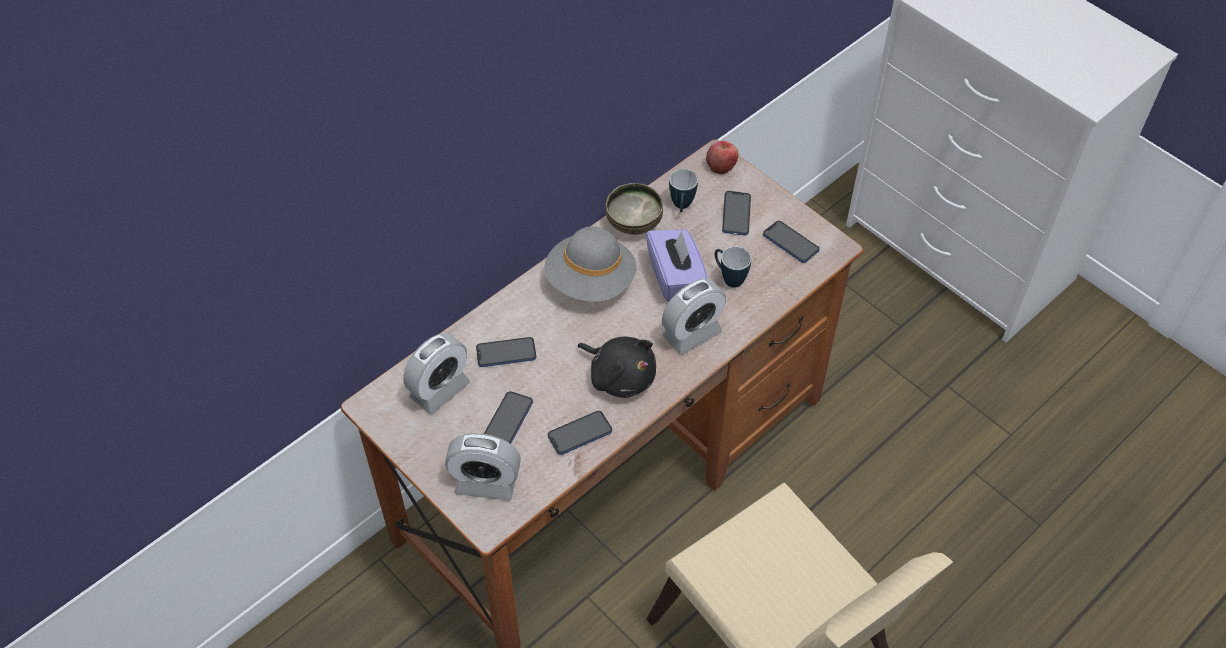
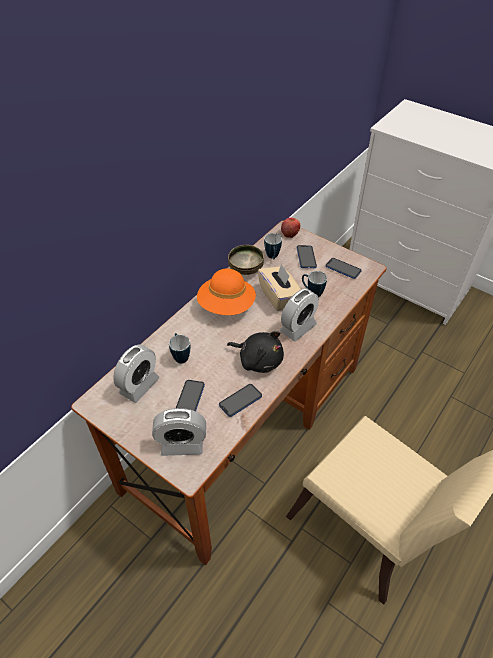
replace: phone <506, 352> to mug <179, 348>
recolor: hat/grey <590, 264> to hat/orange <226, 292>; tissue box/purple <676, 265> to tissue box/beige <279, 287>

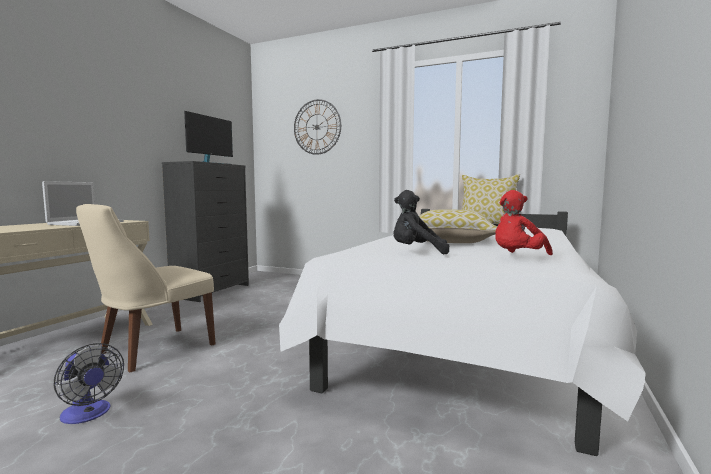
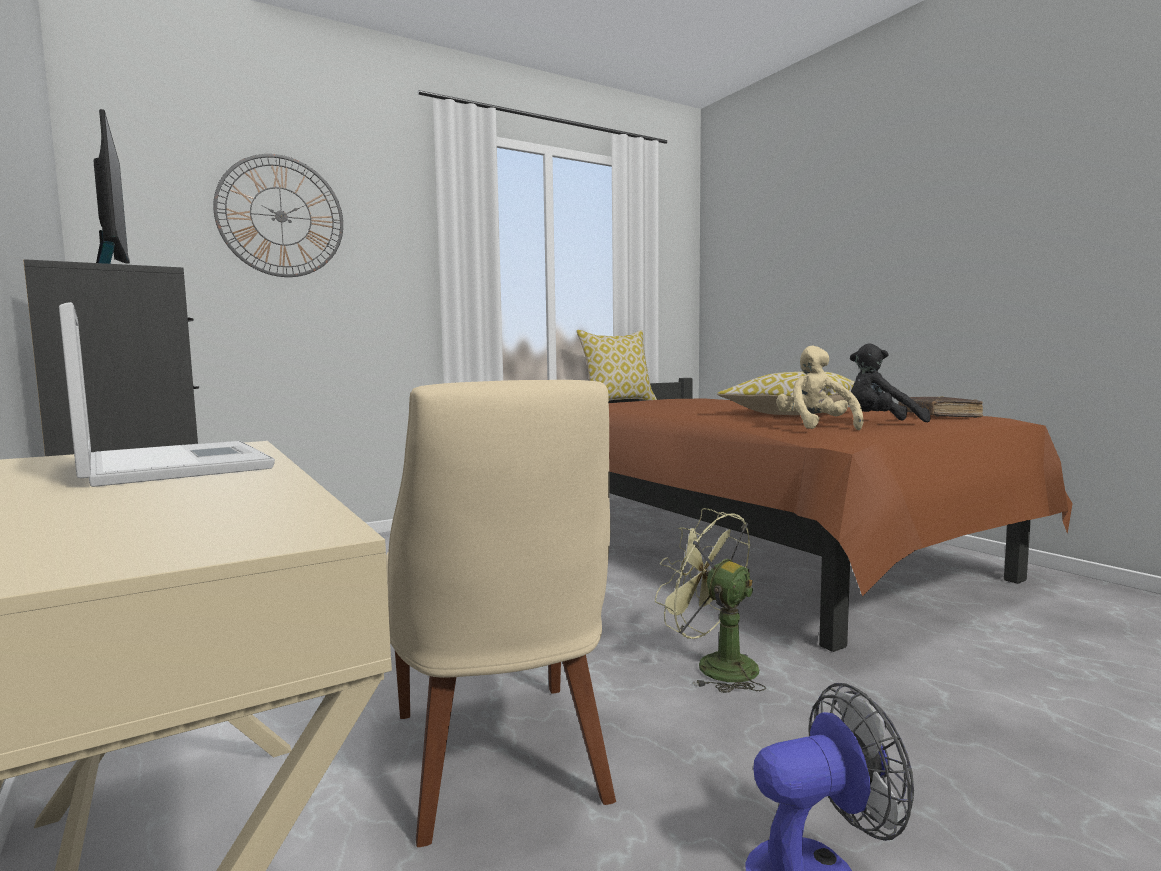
insert: fan/green <710, 600>; plush toy/beige <820, 388>
replace: plush toy/red <524, 222> to book/brown <940, 407>
recolor: bed/white <462, 332> to bed/brown <841, 515>
rotate: plush toy/black <421, 222> = <890, 382> 45 degrees clockwise

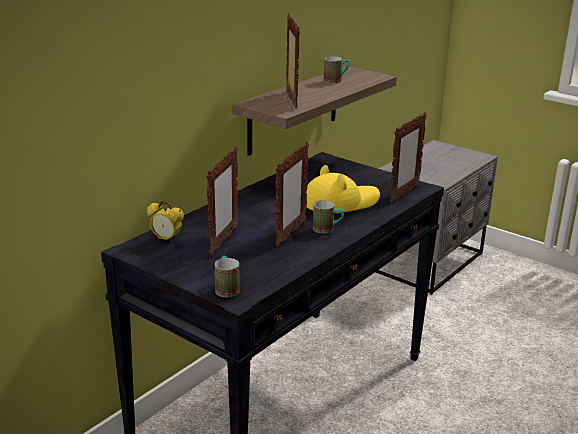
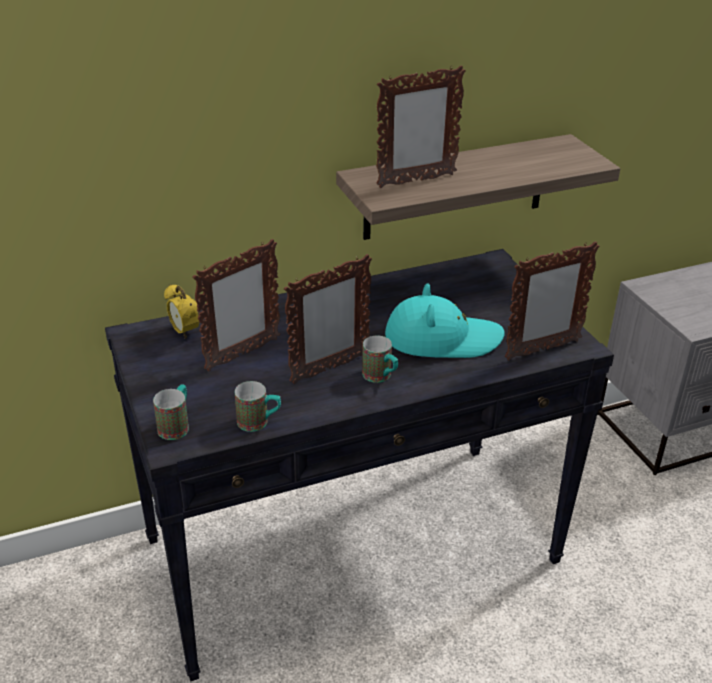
move: mug <336, 70> to <258, 406>
recolor: hat/yellow <343, 189> to hat/turquoise <445, 321>
rotate: picture frame <293, 61> = <421, 127> 45 degrees clockwise

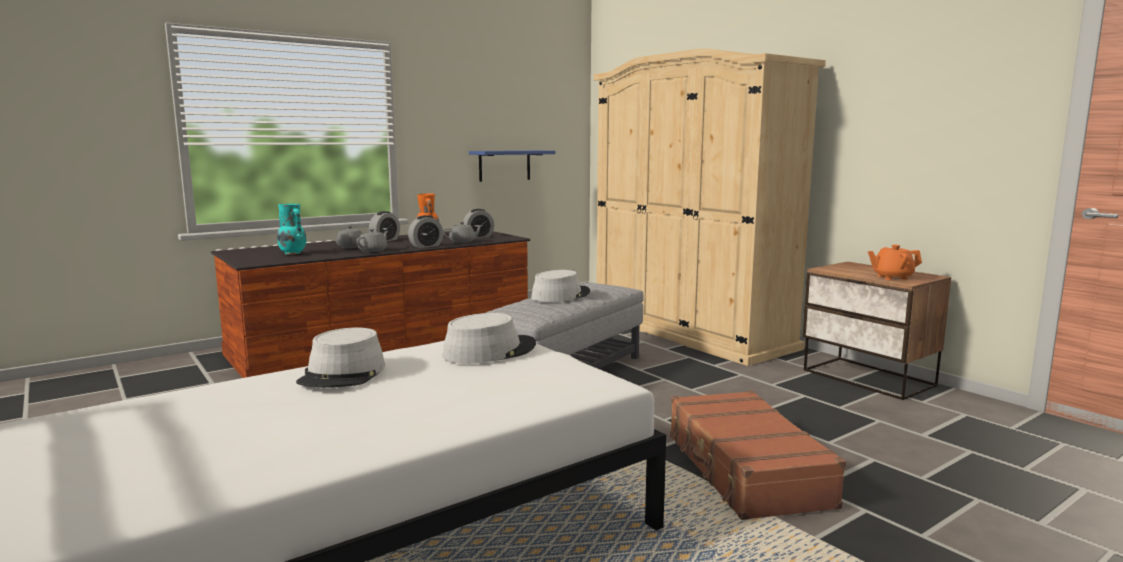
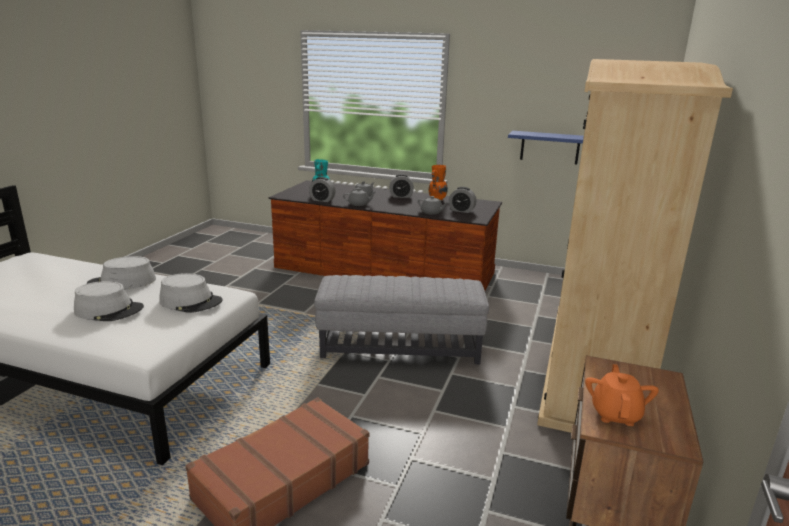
move: alarm clock <425, 231> to <322, 189>; hat/grey <560, 286> to <109, 301>
rotate: teapot/orange <895, 262> = <622, 395> 45 degrees clockwise

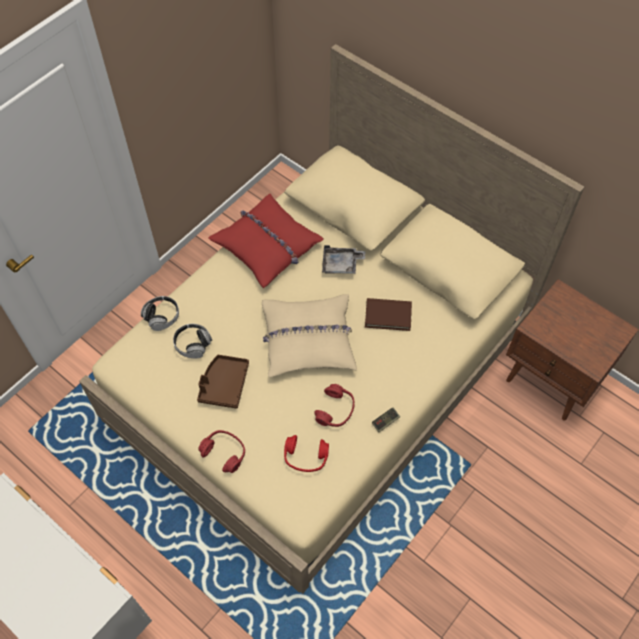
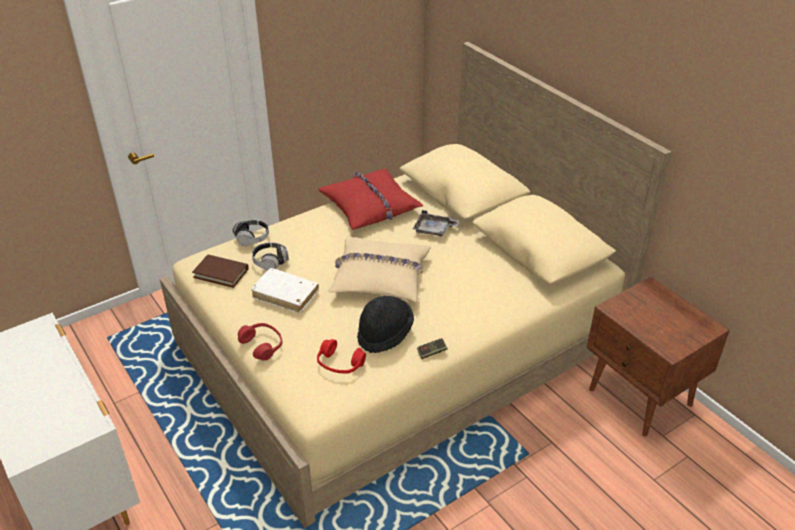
move: book/brown <388, 314> to <220, 271>
replace: tray/brown <223, 382> to book/white <285, 290>; headphones/red <334, 405> to hat/black <385, 324>

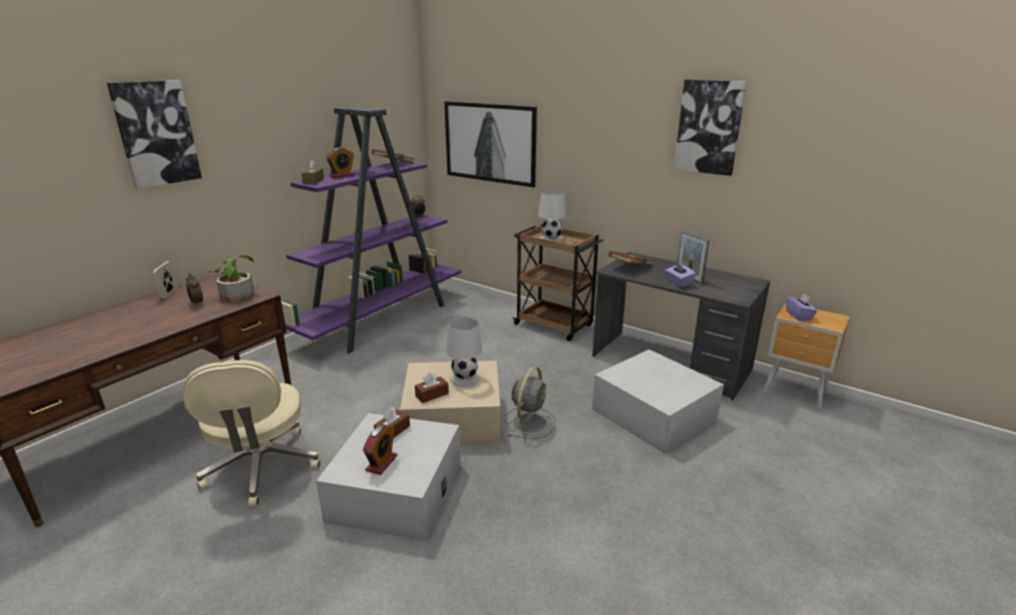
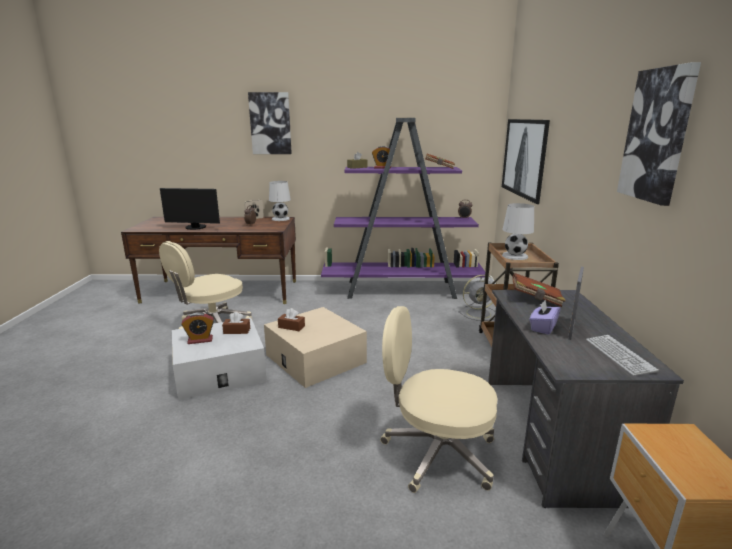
delete: potted plant <231, 279>; tissue box/purple <802, 307>
insert: monitor <190, 209>; keyboard <622, 355>
move: table lamp/white <464, 352> to <280, 201>; fan/grey <530, 403> to <477, 298>
replace: storage box/white <658, 401> to office chair/beige <438, 399>

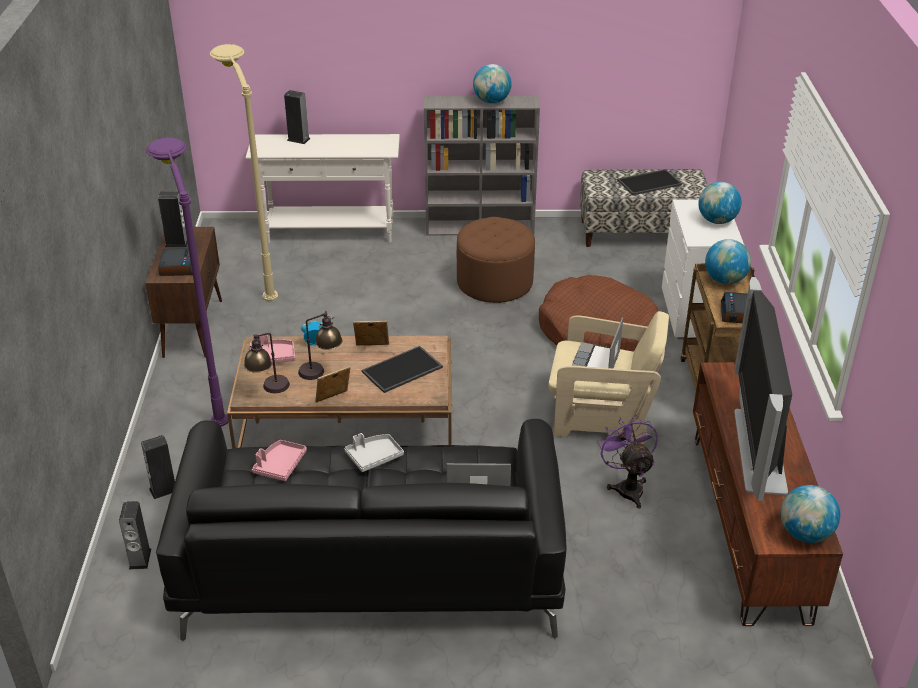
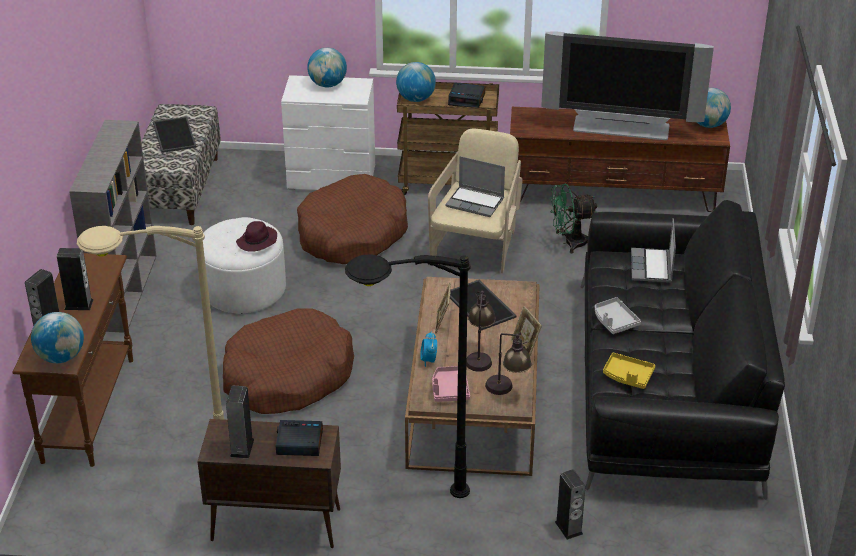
insert: dog bed/brown <288, 361>; hat/purple <256, 236>
move: speaker <135, 535> to <75, 279>; globe <492, 84> to <57, 337>
recolor: floor lamp/purple <187, 282> to floor lamp/black <408, 376>; console table/white <323, 188> to console table/brown <72, 360>; tray/pink <279, 460> to tray/yellow <629, 371>; ottoman/brown <496, 260> to ottoman/white <244, 265>; fan/purple <627, 462> to fan/green <573, 218>

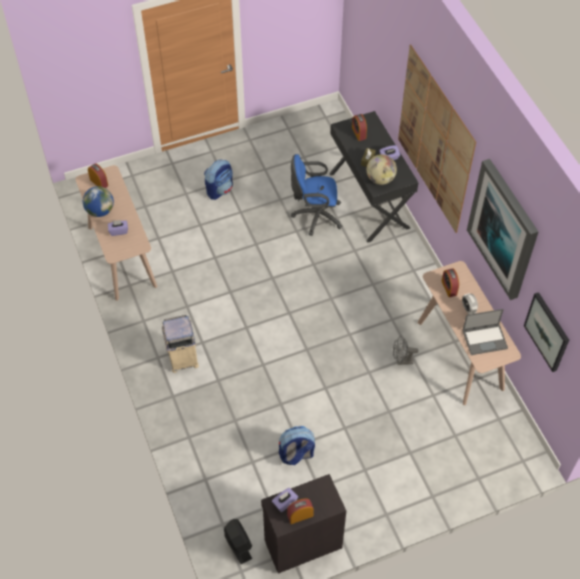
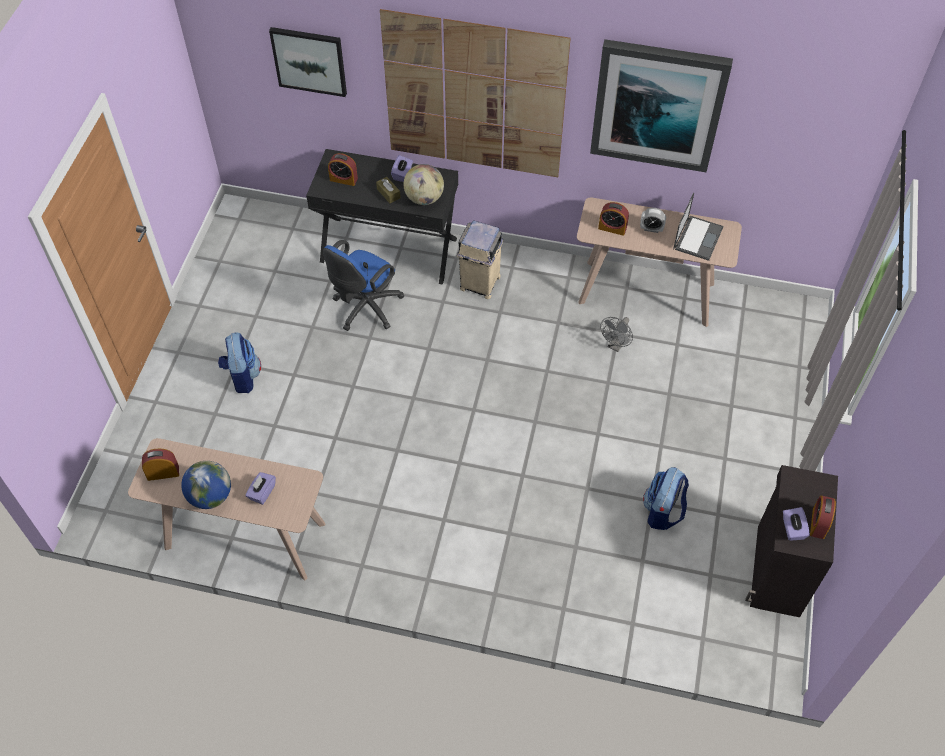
delete: fan/black <238, 541>
move: trash can/beige <180, 344> to <480, 259>; picture <546, 332> to <308, 62>

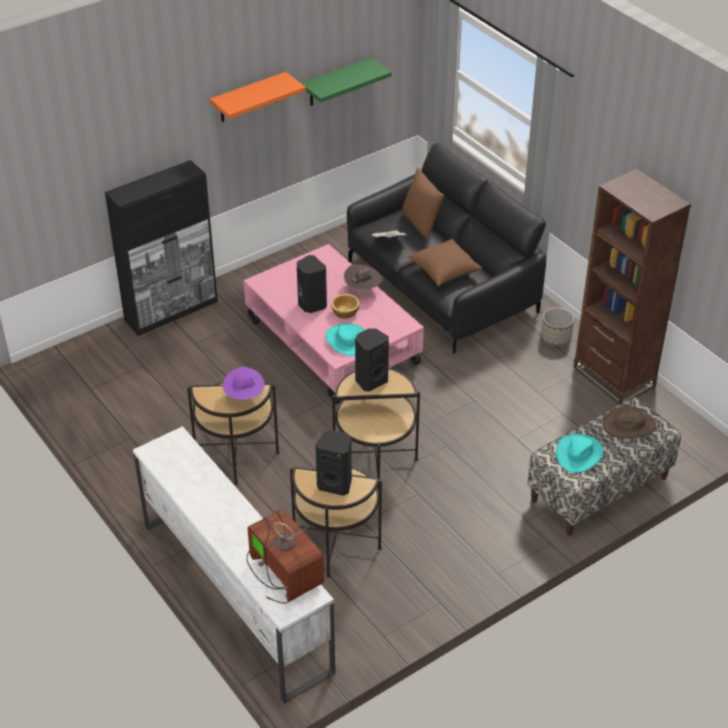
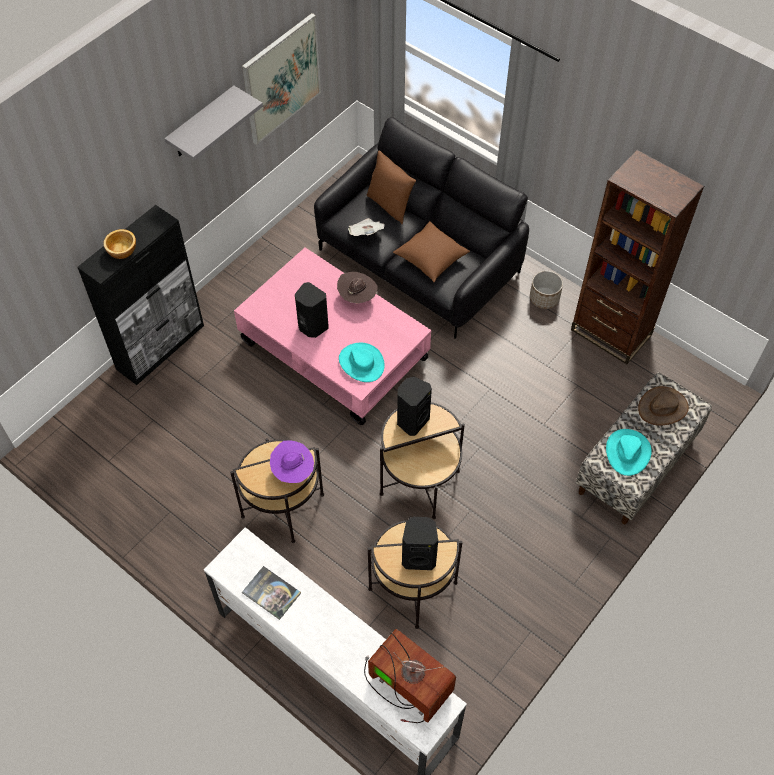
insert: book <271, 593>
move: bowl <345, 306> to <119, 244>
replace: shelf/green <346, 82> to picture <281, 79>
recolor: shelf/orange <258, 97> to shelf/grey <213, 123>

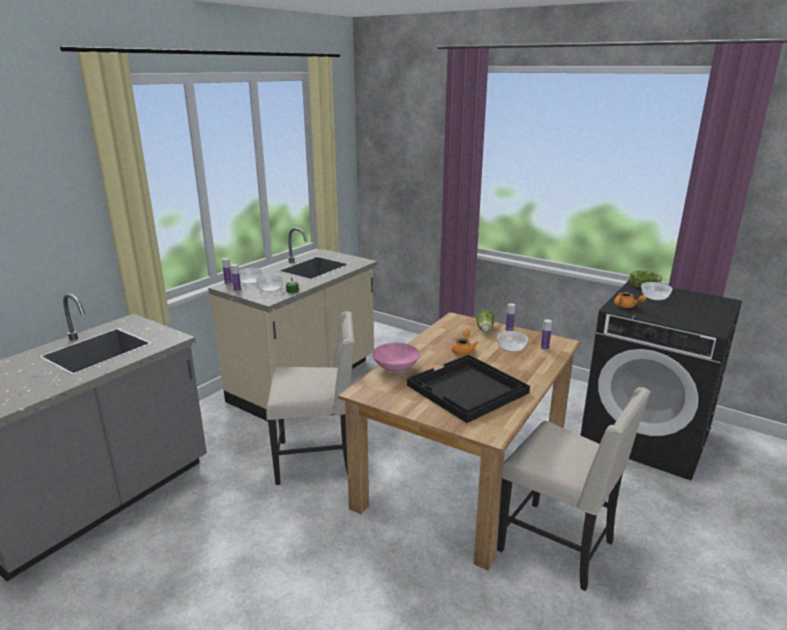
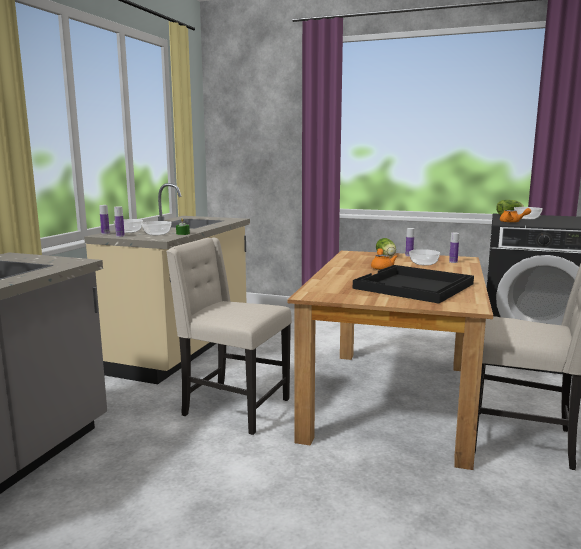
delete: bowl/pink <396, 358>
rotate: chair/beige <310, 398> = <229, 336> 135 degrees counterclockwise

